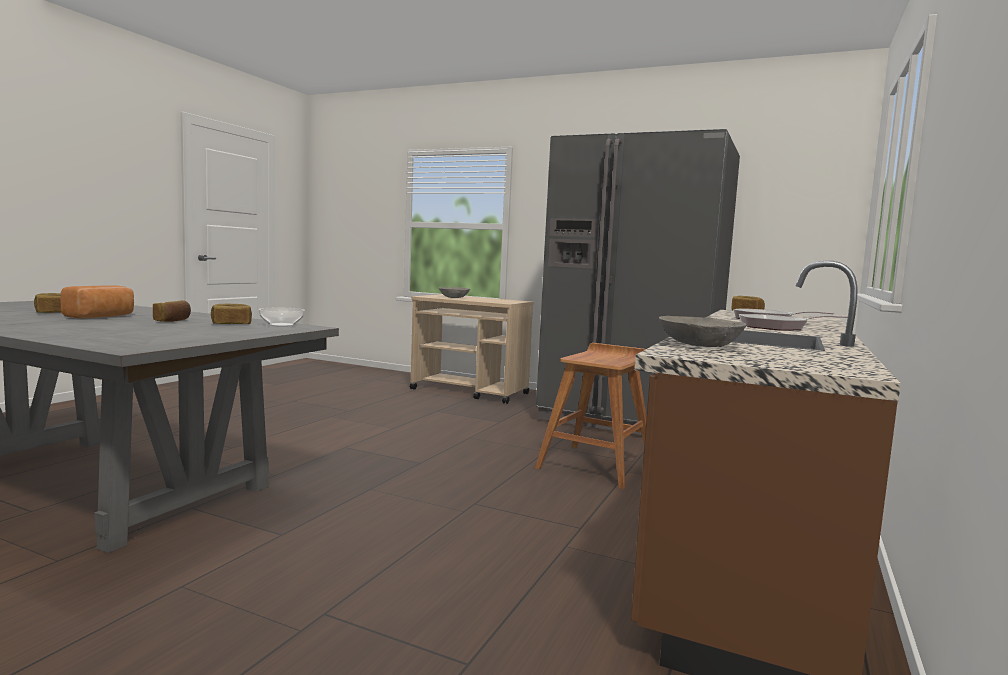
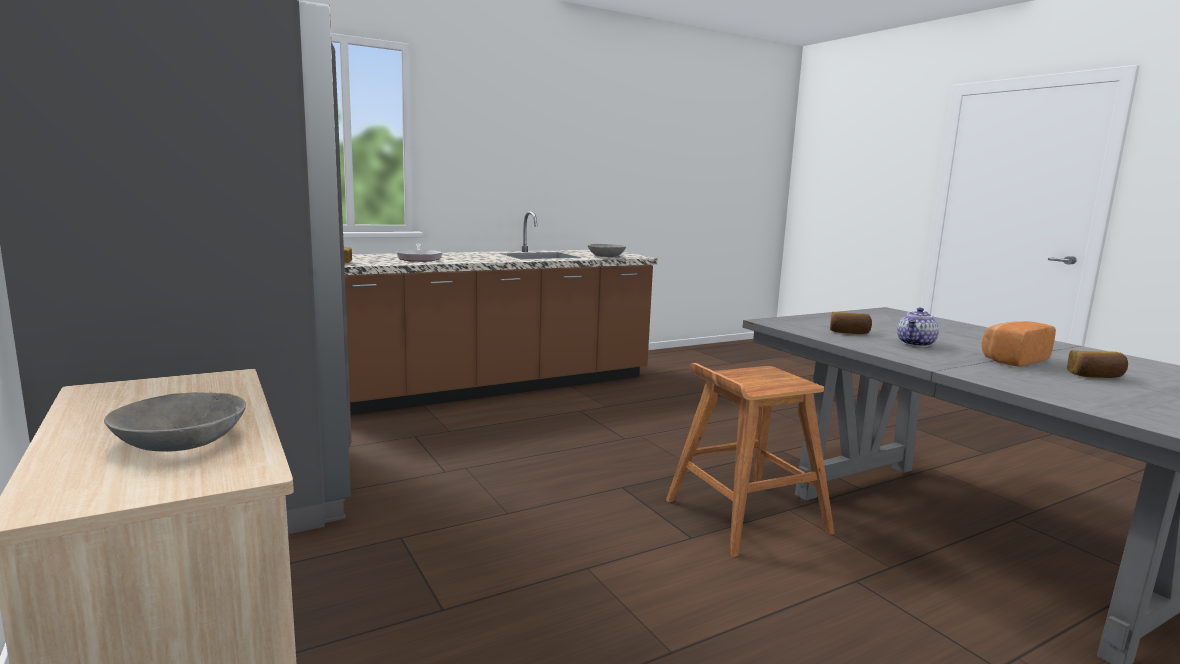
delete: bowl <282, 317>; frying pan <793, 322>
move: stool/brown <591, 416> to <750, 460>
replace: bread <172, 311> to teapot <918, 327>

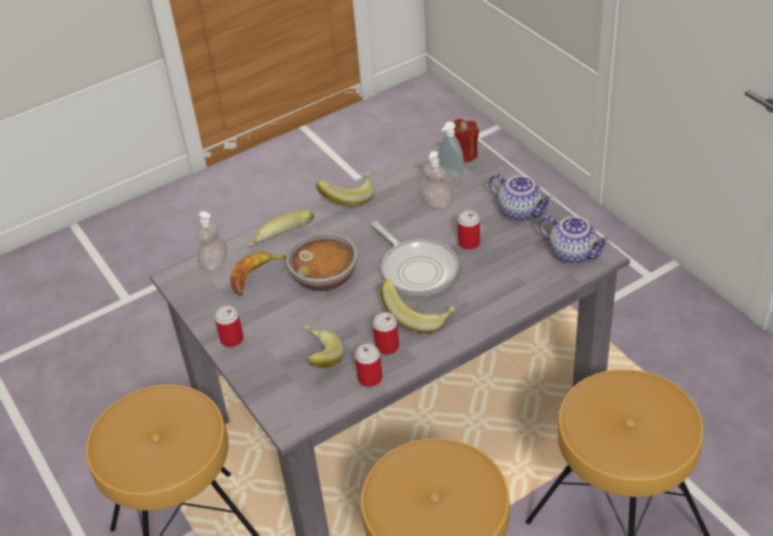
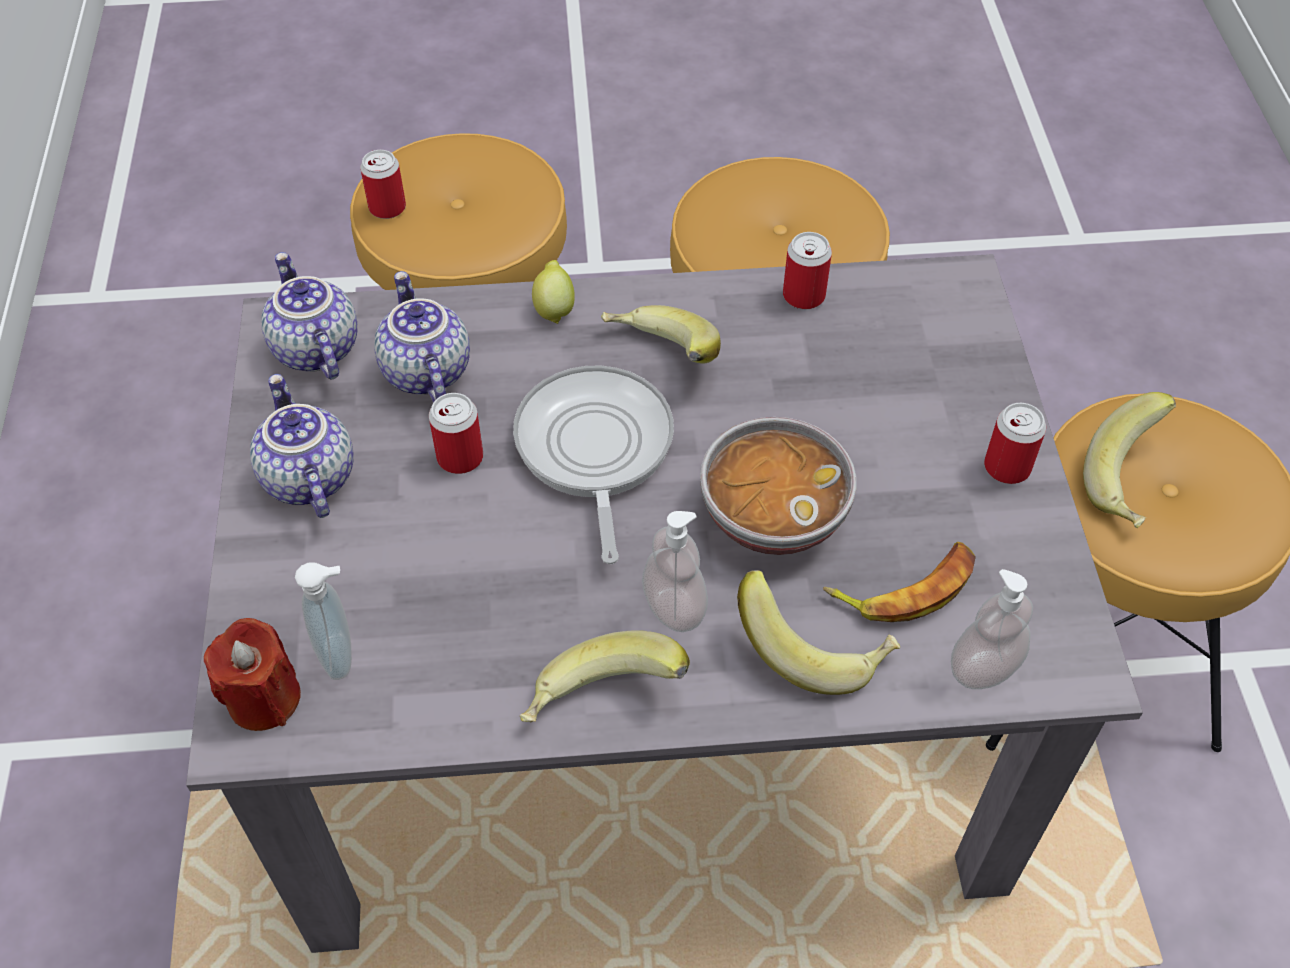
insert: teapot <422, 337>; lemon <553, 292>
move: banana <324, 347> to <1129, 460>; can <386, 333> to <383, 184>; soap dispenser <436, 180> to <675, 571>

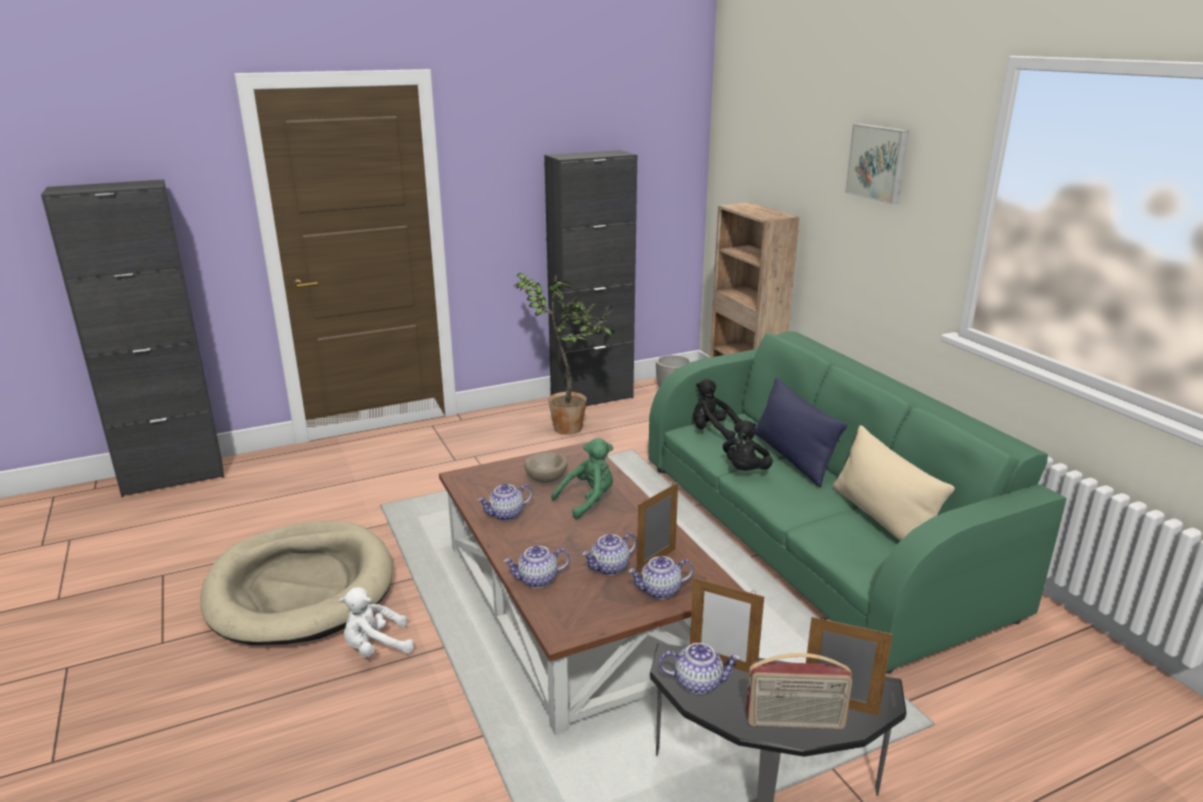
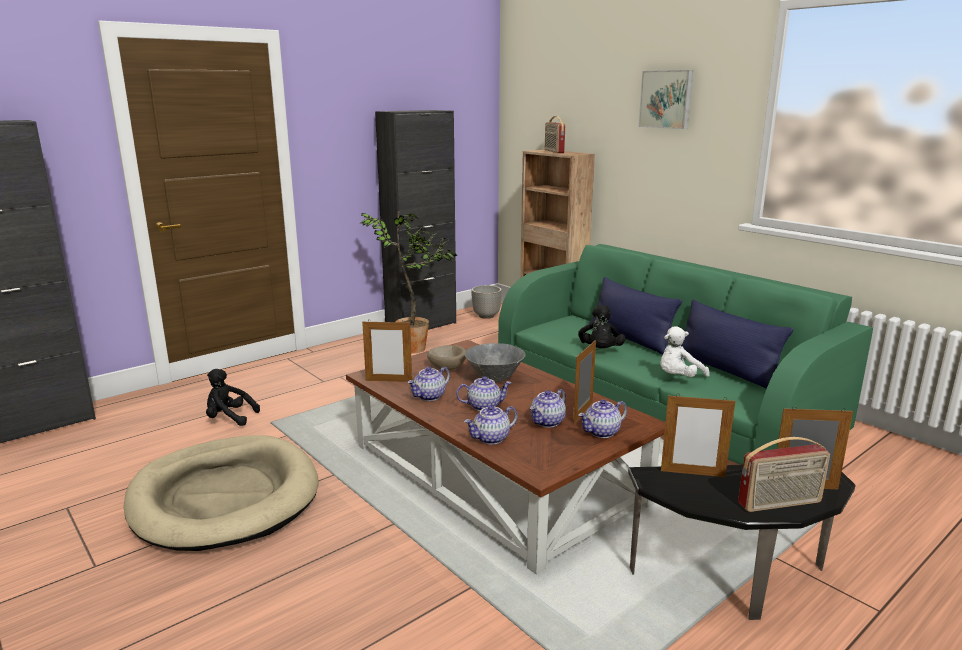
insert: picture frame <387, 351>; radio <555, 134>
move: plush toy/white <376, 622> to <685, 351>; teapot <700, 668> to <484, 393>; plush toy/black <718, 410> to <233, 397>
replace: plush toy/green <582, 479> to bowl/grey <495, 363>
recolor: pillow/beige <894, 483> to pillow/blue <737, 344>

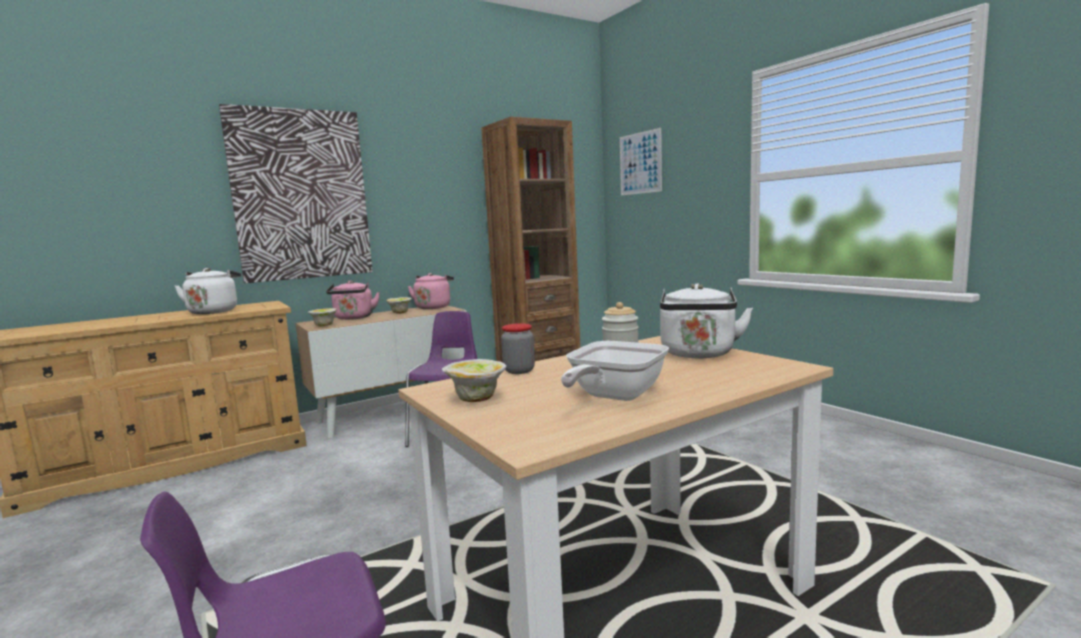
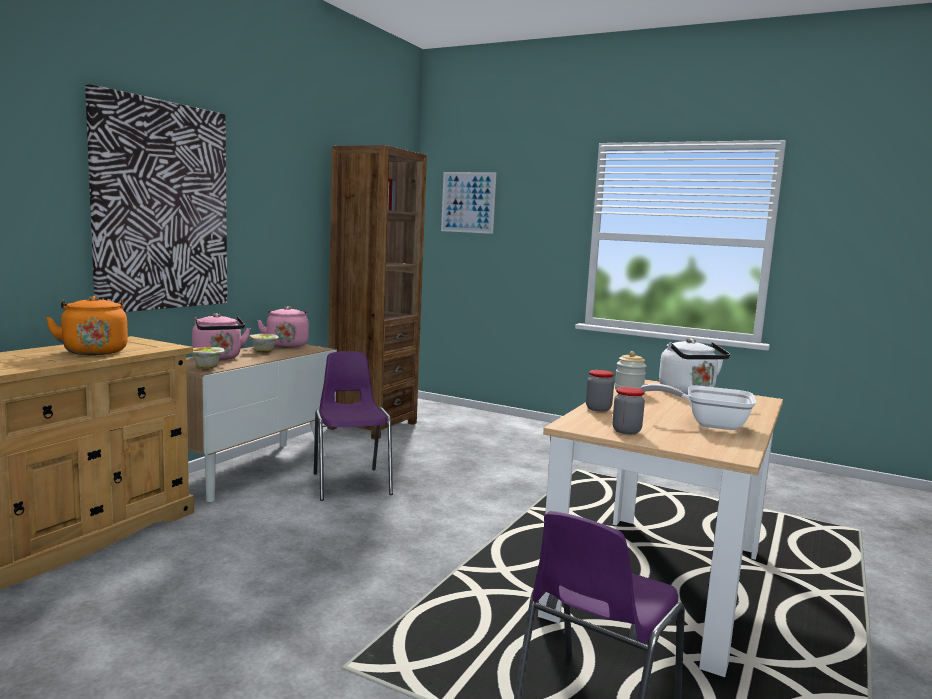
replace: bowl <474, 380> to jar <628, 410>
recolor: kettle/white <208, 291> to kettle/orange <86, 325>
rotate: frying pan <615, 371> = <698, 406> 105 degrees clockwise

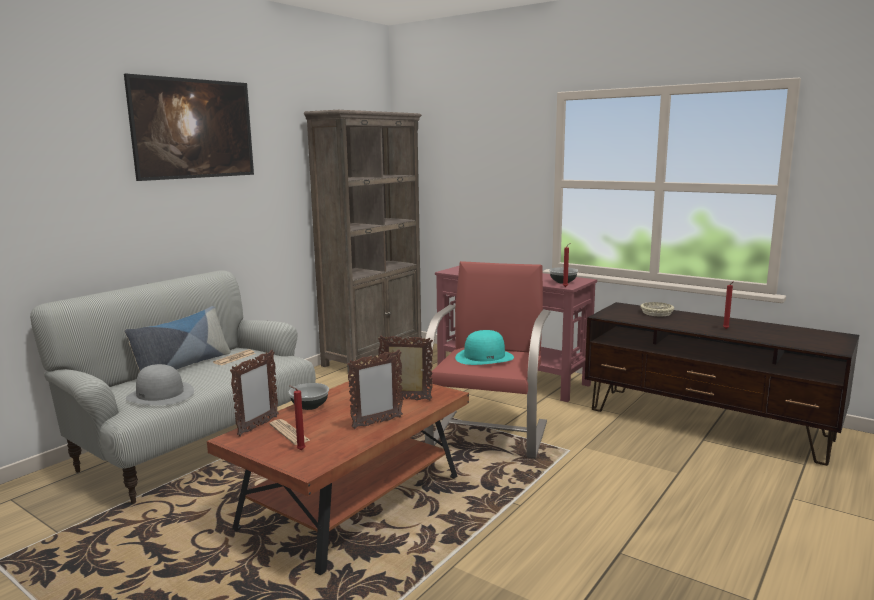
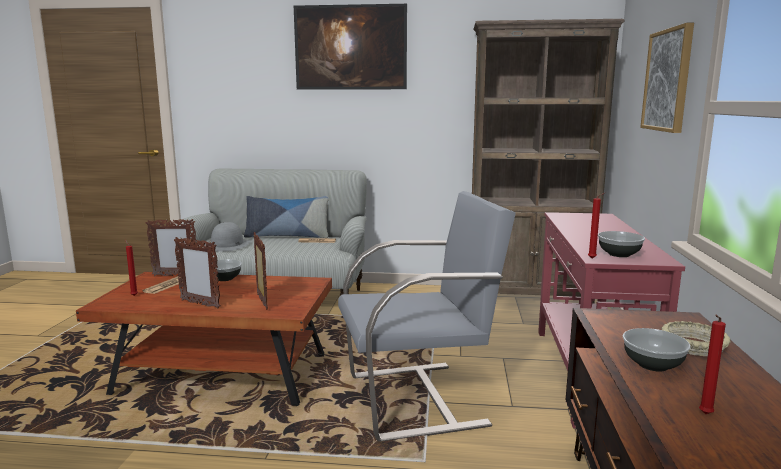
delete: hat/turquoise <484, 347>
insert: bowl <657, 350>; picture <667, 78>
recolor: armchair/red <488, 360> to armchair/grey <427, 316>

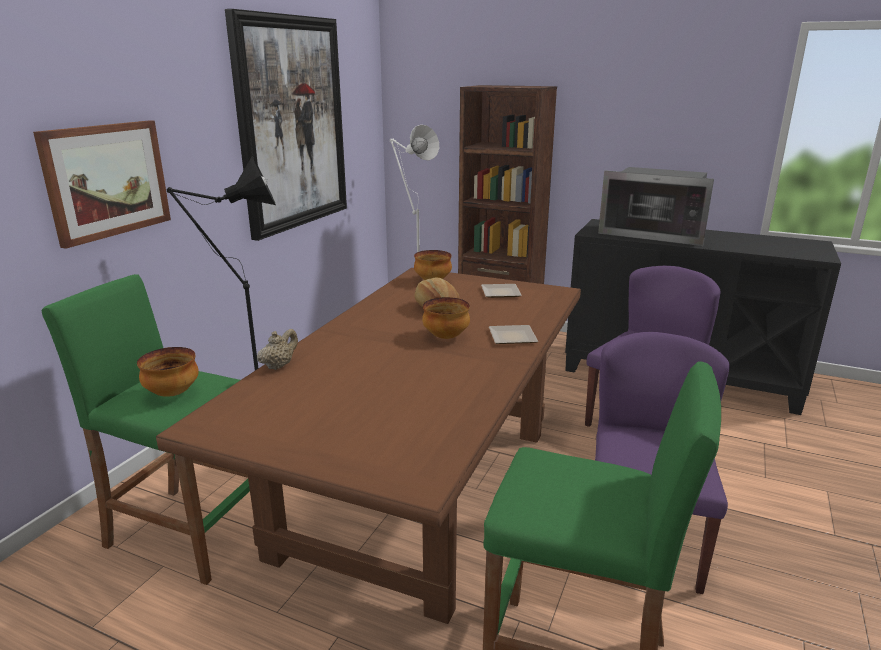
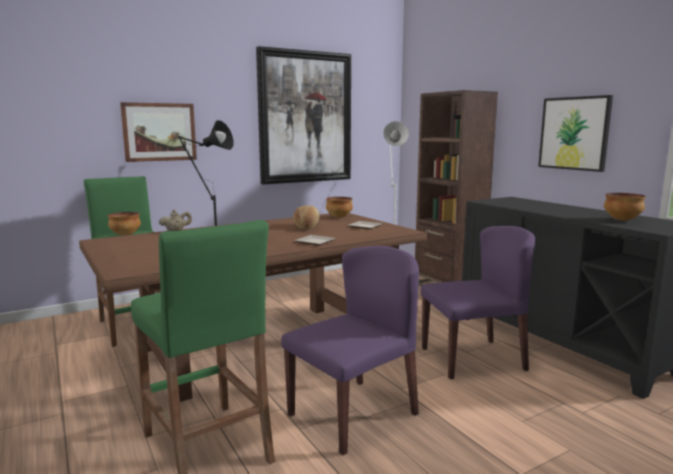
delete: microwave <656, 206>
insert: picture <575, 133>
move: bowl <446, 318> to <625, 207>

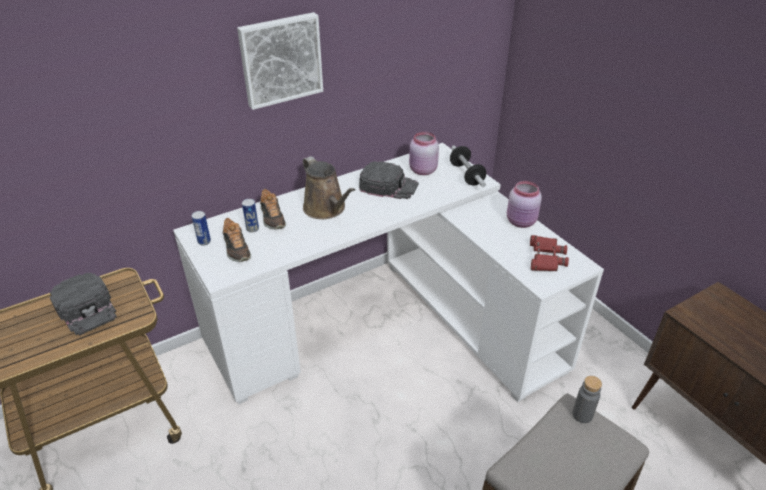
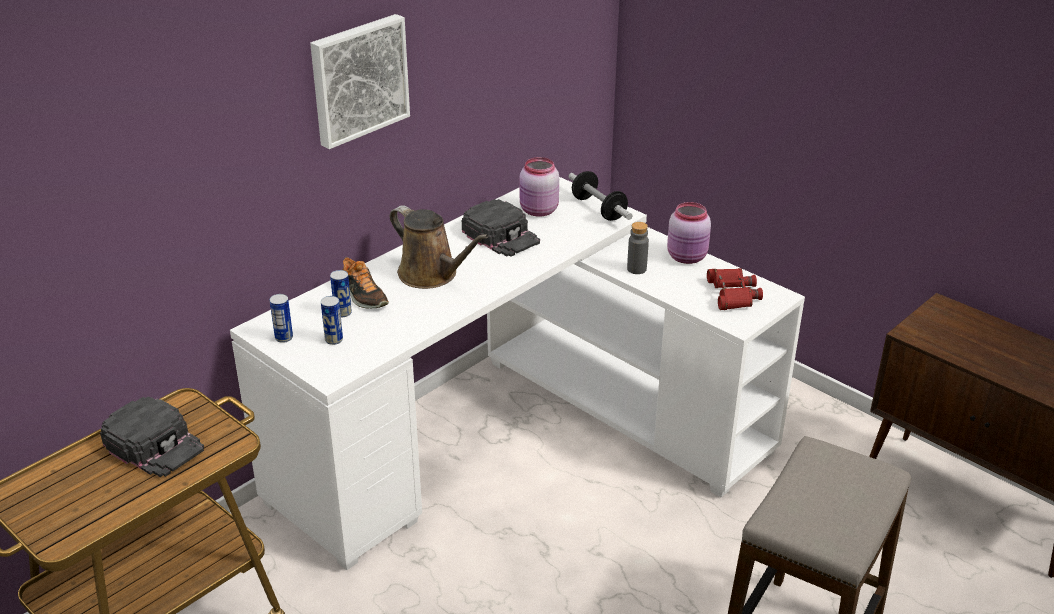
move: bottle/grey <587, 399> to <638, 248>
replace: shoe <237, 239> to can <332, 320>
rotate: cap/black <389, 180> = <501, 228> 45 degrees clockwise

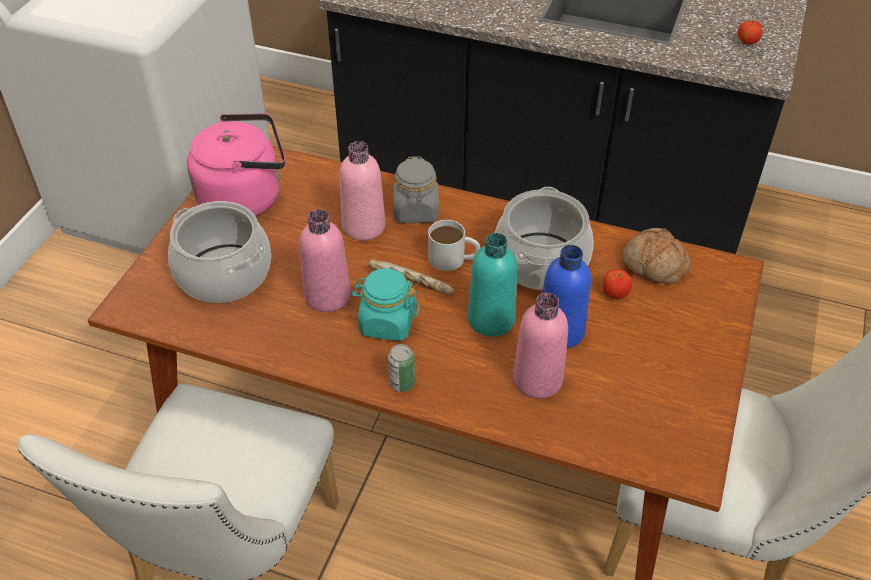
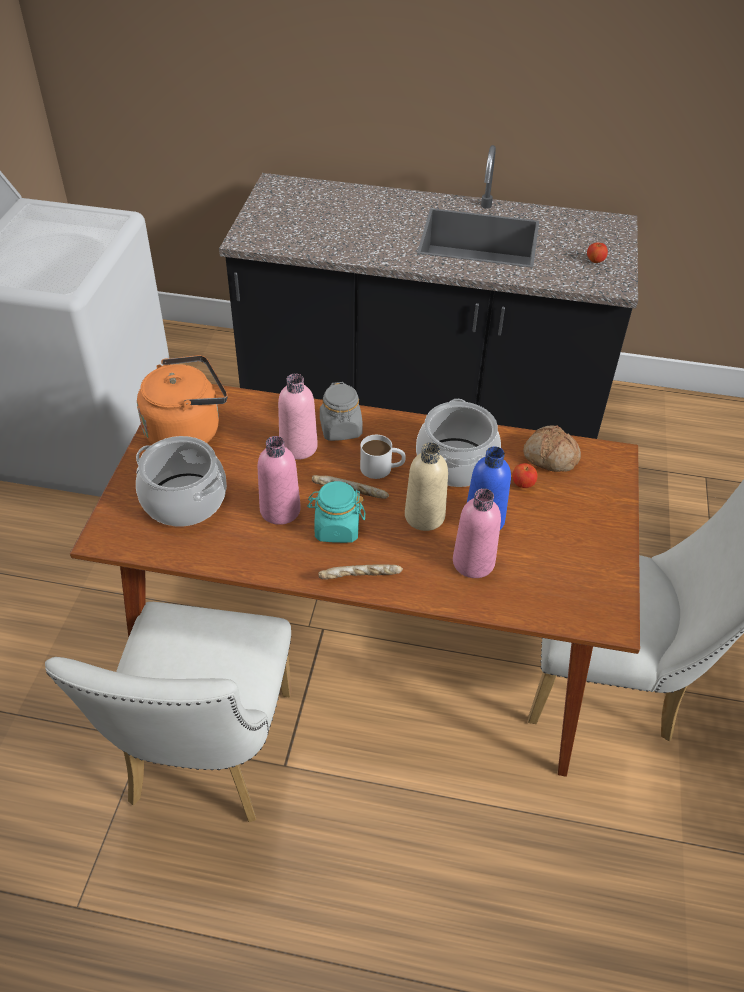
replace: can <401, 368> to bread <360, 571>
recolor: kettle/pink <236, 164> to kettle/orange <182, 399>; bottle/turquoise <492, 285> to bottle/beige <426, 486>

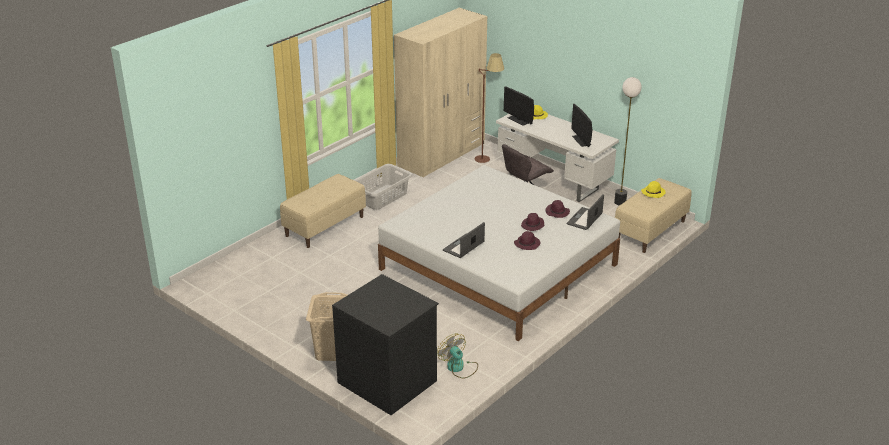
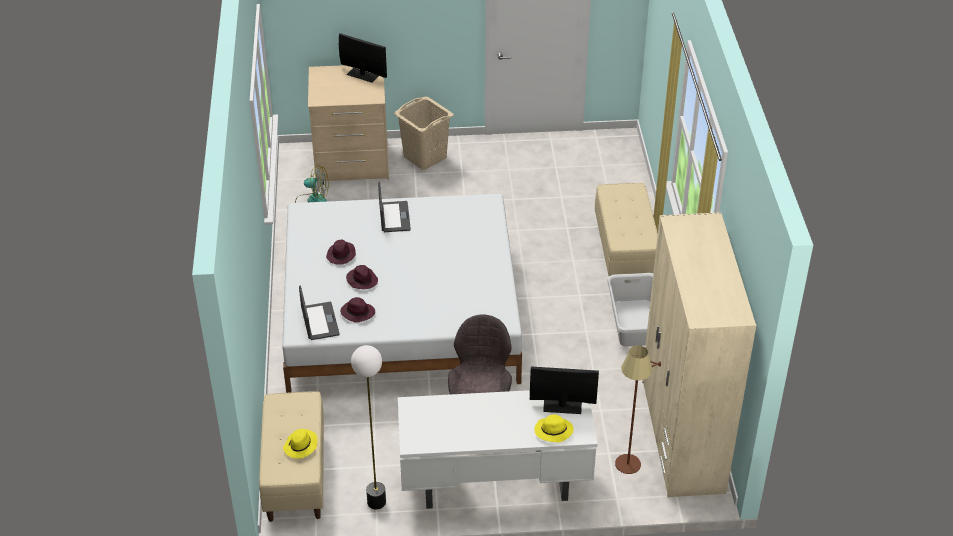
move: monitor <581, 125> to <363, 58>
recolor: dresser/black <385, 344> to dresser/beige <348, 123>

